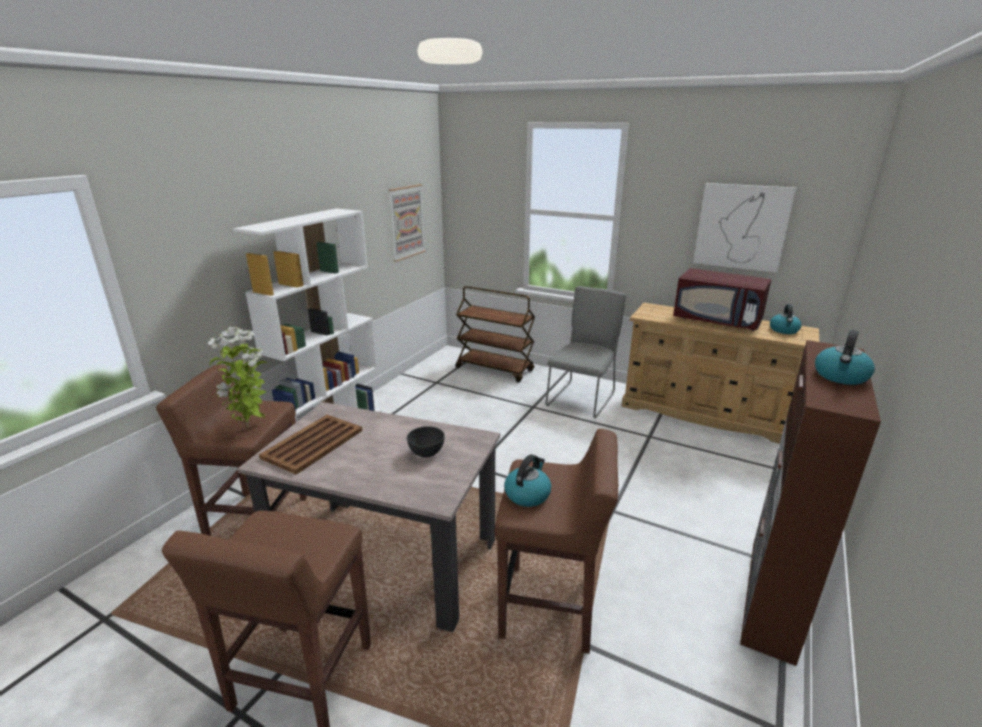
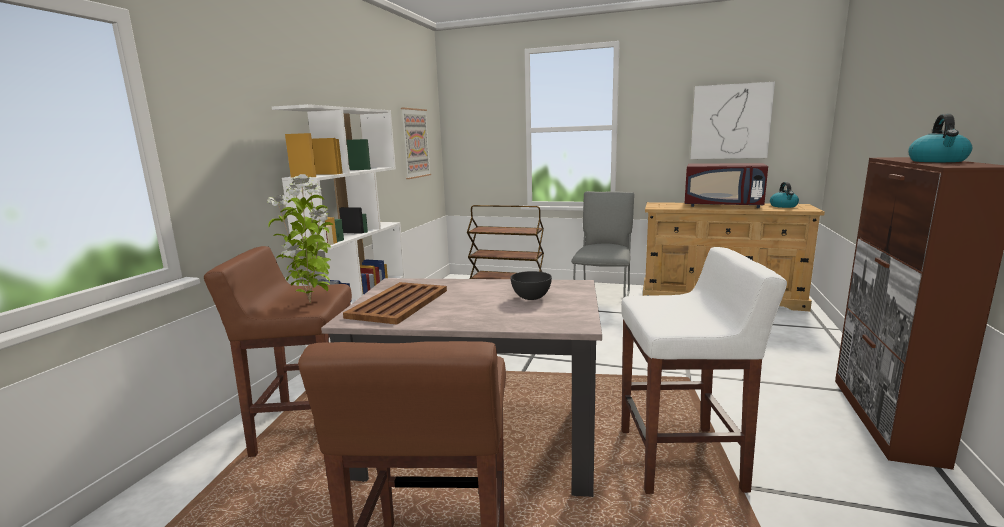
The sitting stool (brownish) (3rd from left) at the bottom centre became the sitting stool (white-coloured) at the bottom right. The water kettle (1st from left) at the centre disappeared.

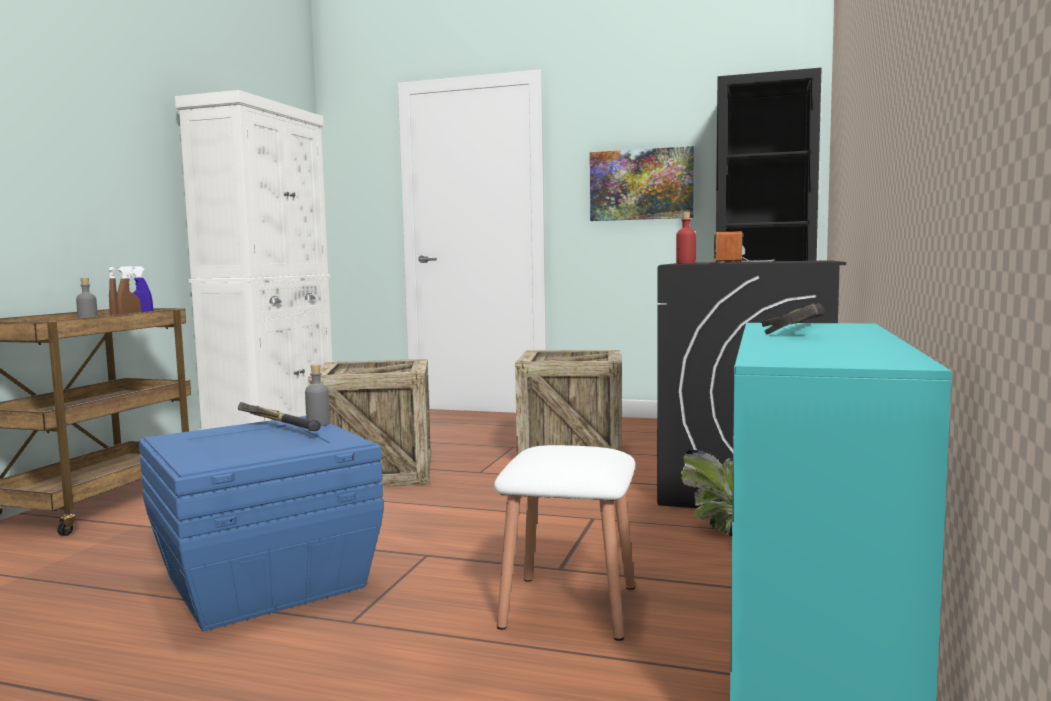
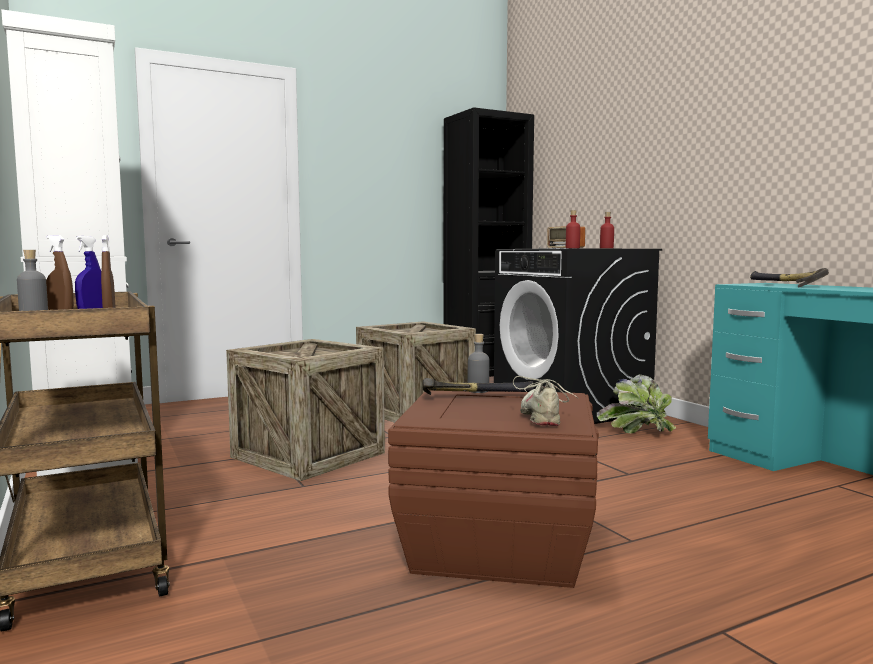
The storage bin (bluish) at the bottom left became the storage bin (brownish) at the bottom centre. The sitting stool (white-coloured) at the bottom centre disappeared. The wall art at the top centre disappeared. The item of footwear (sand-coloured) at the centre appeared. The bottle (red-coloured) (2nd from left) at the middle right appeared.

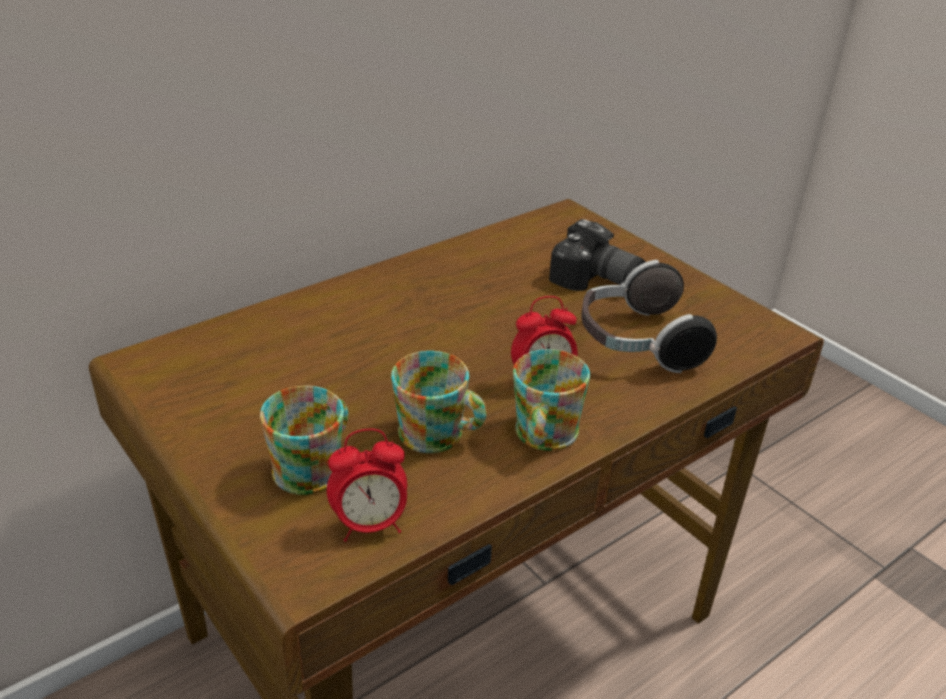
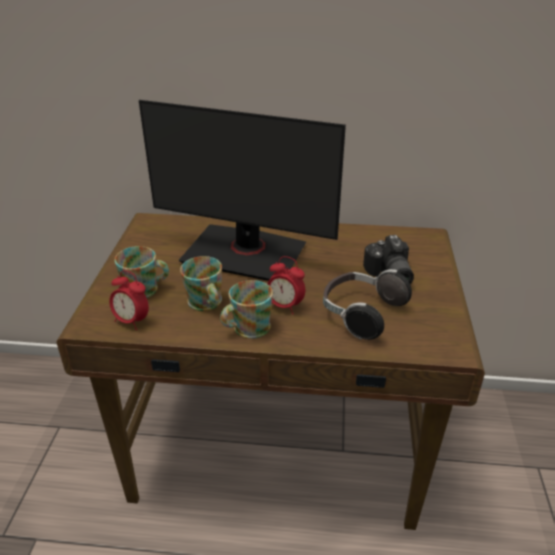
The computer display at the centre appeared.

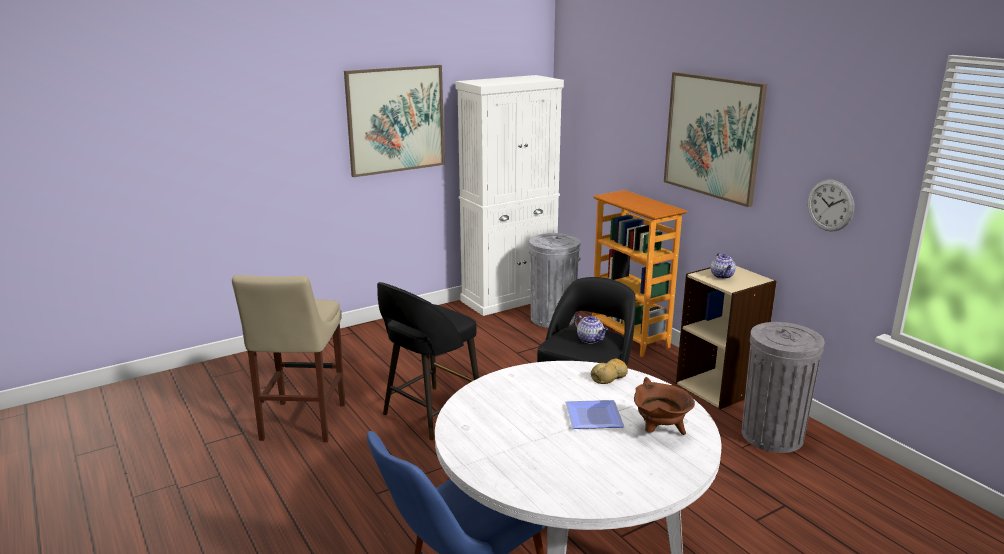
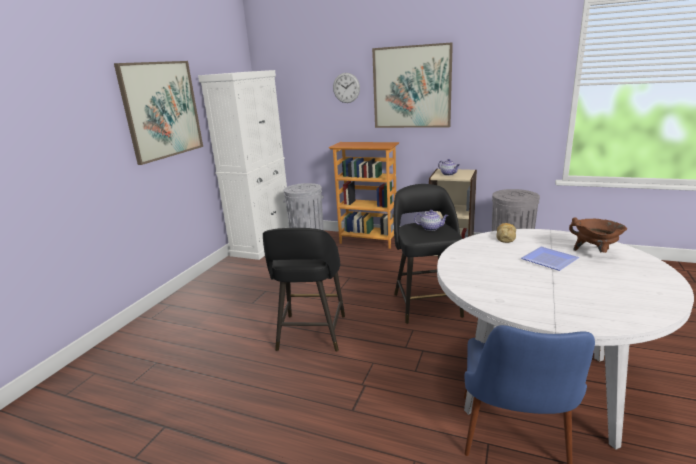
The sitting stool (sand-coloured) at the middle left disappeared. The wall clock moved from the middle right to the top centre.

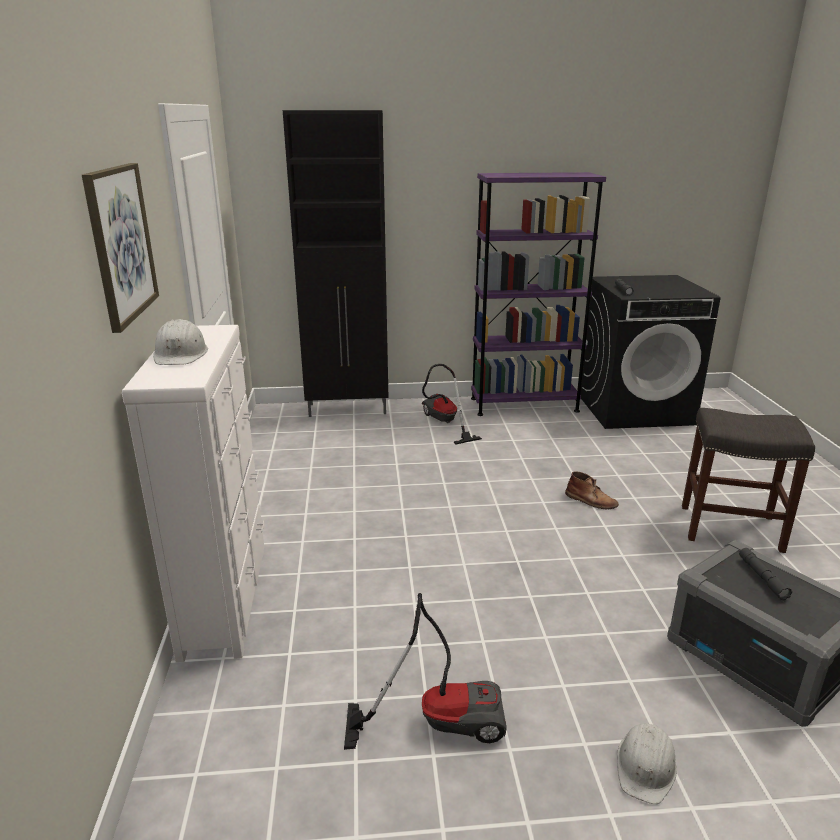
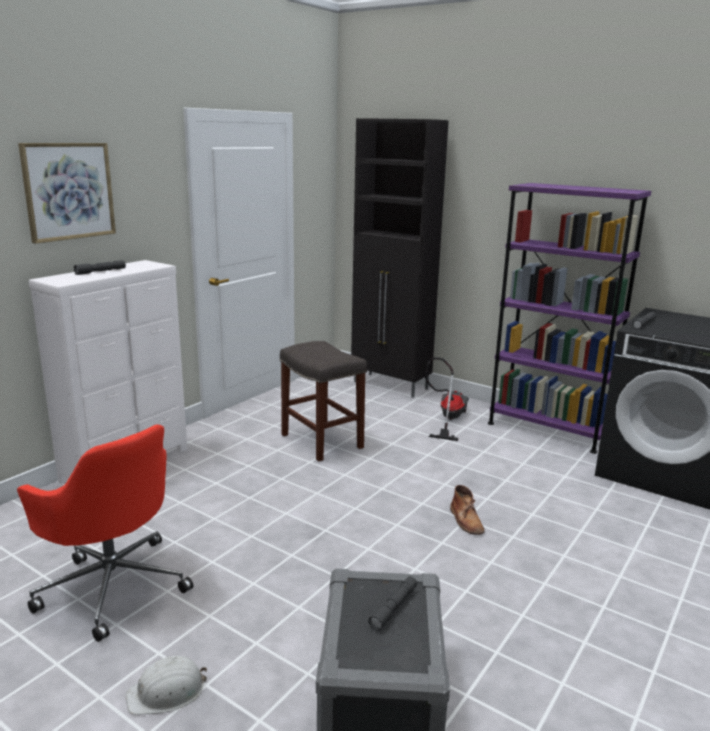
The hard hat (white-coloured) (1st from left) at the middle left was replaced by the hand torch (greyish) (1st from left) at the middle left. The vacuum (1st from left) at the bottom centre was replaced by the office chair (red-coloured) at the bottom left. The sitting stool (greyish) moved from the middle right to the centre.

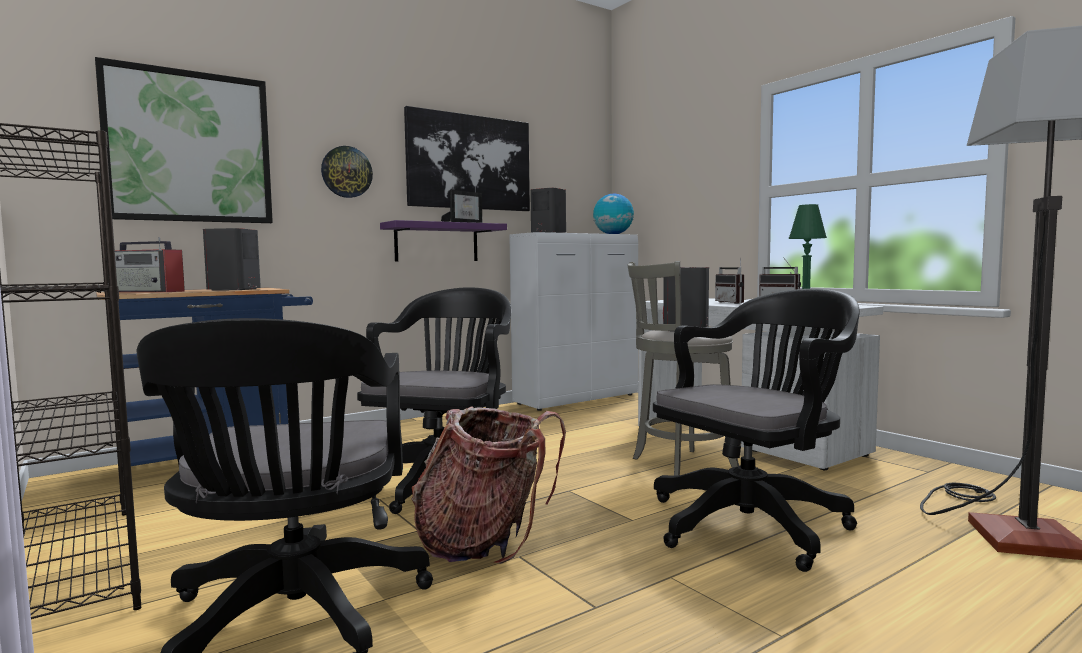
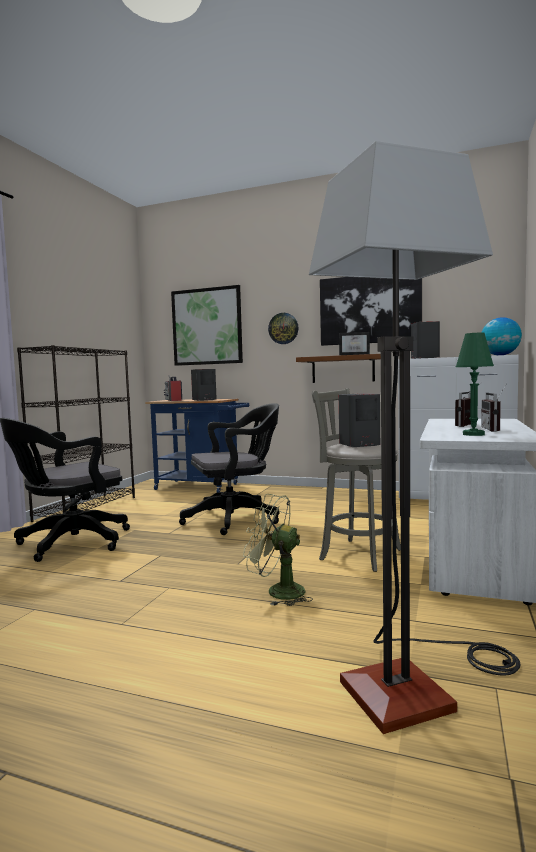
The wall shelf (purple-coloured) at the centre became the wall shelf (brownish) at the centre. The knapsack at the bottom centre disappeared. The office chair (black-coloured) (3rd from left) at the middle right was replaced by the cooling fan (green) at the centre.

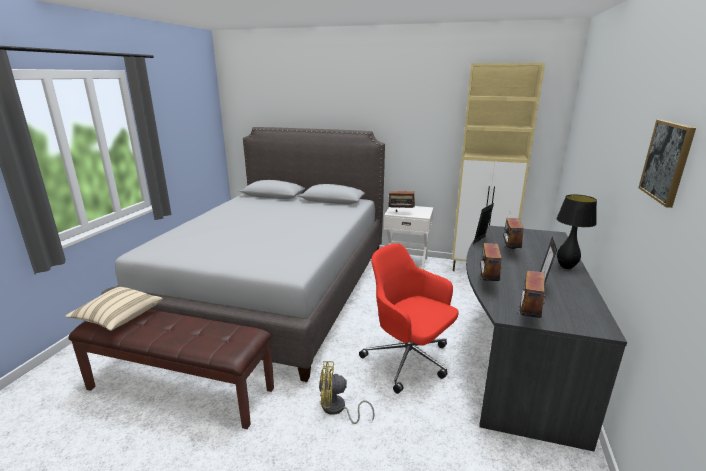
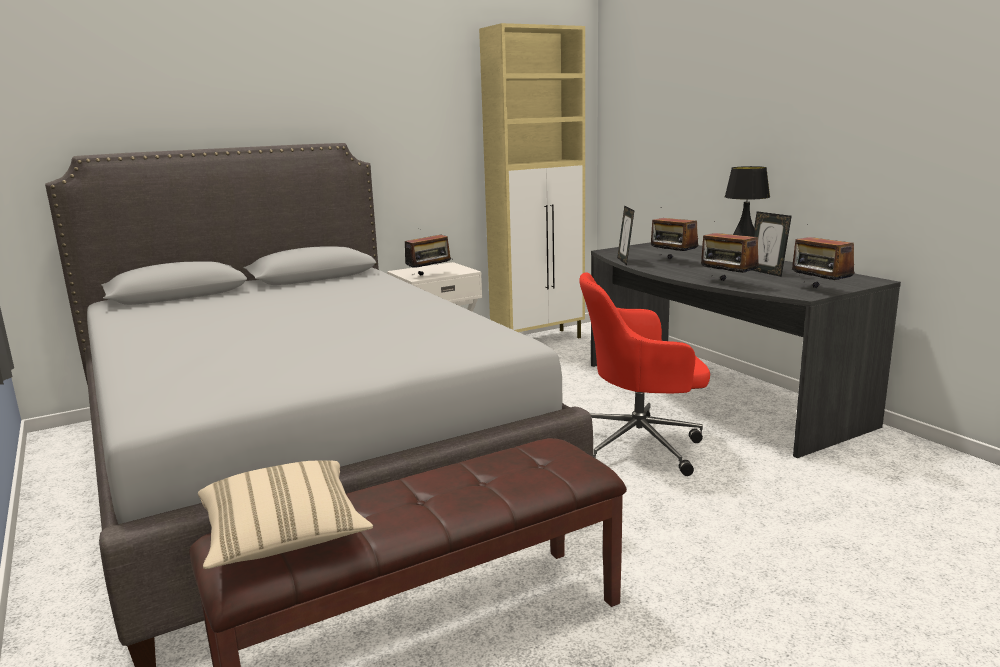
The cooling fan (yellow) at the bottom centre disappeared. The wall art at the middle right disappeared.

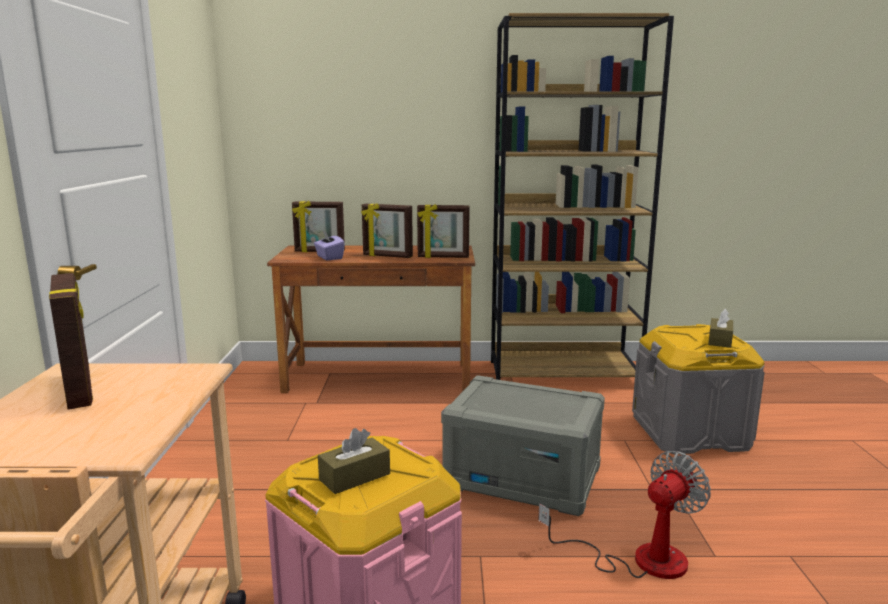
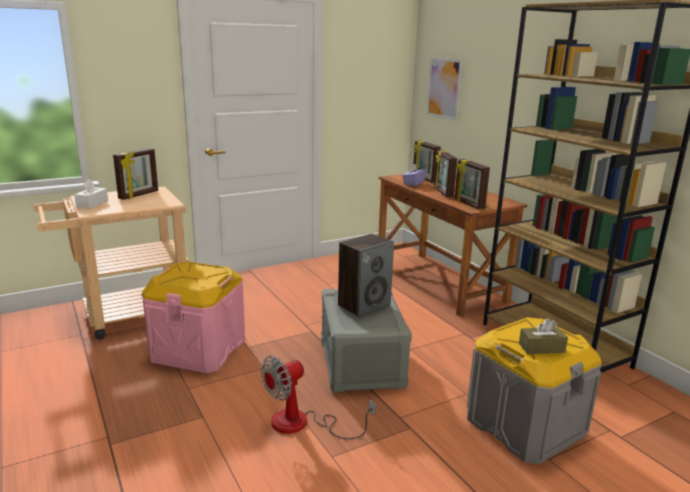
The tissue box (brownish) (1st from left) at the bottom centre disappeared. The cooling fan at the bottom right turned 120 degrees clockwise. The tissue box (white-coloured) at the middle left appeared. The audio speaker at the centre appeared. The wall art at the top centre appeared.

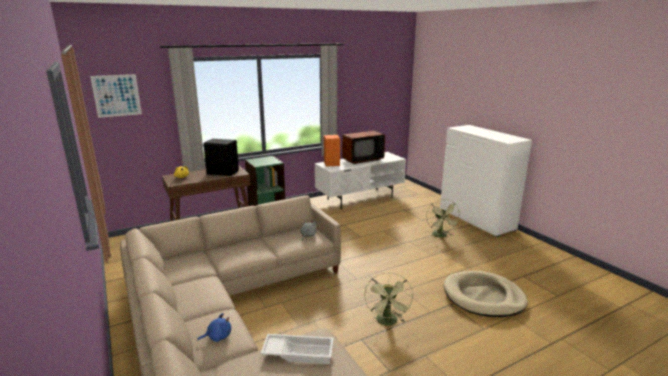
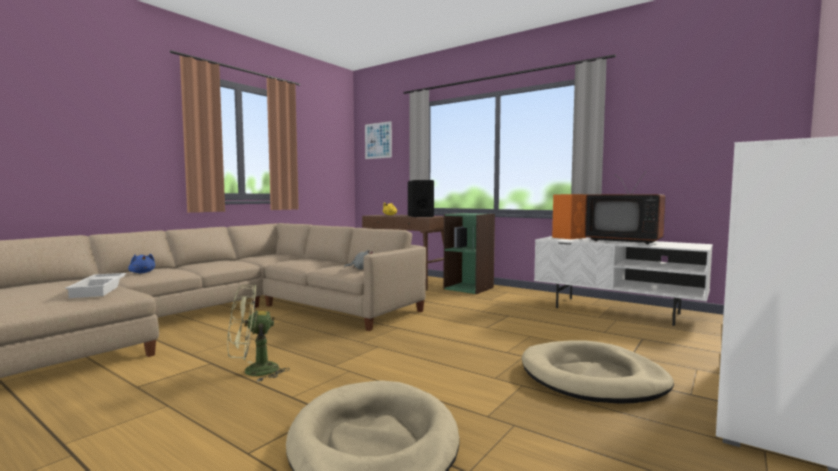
The cooling fan (green) (2nd from left) at the centre was replaced by the dog cushion (sand-coloured) (2nd from left) at the bottom right.

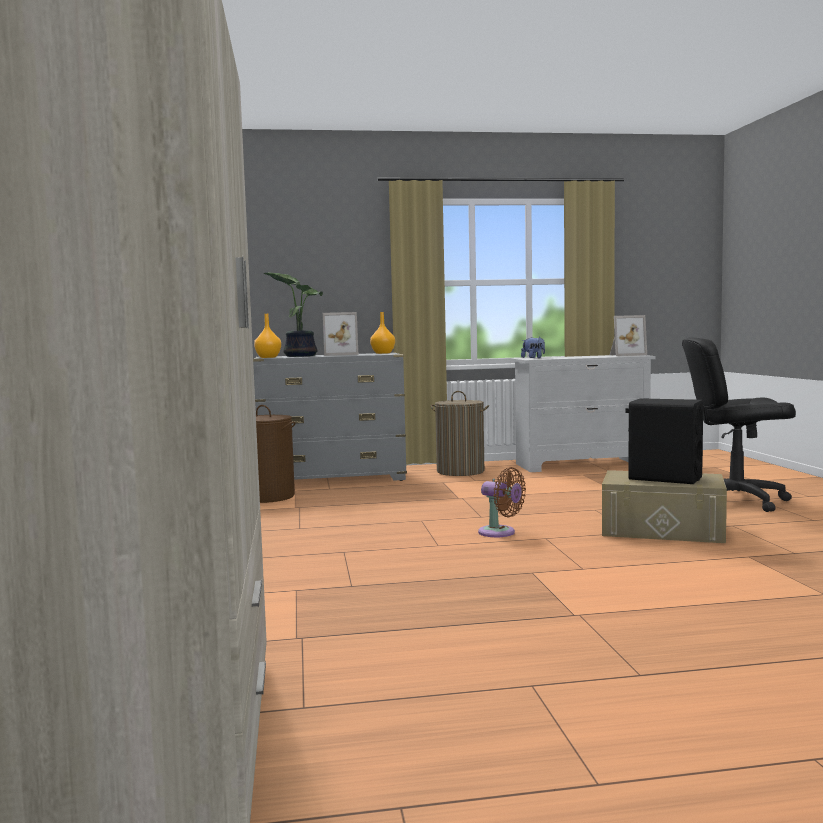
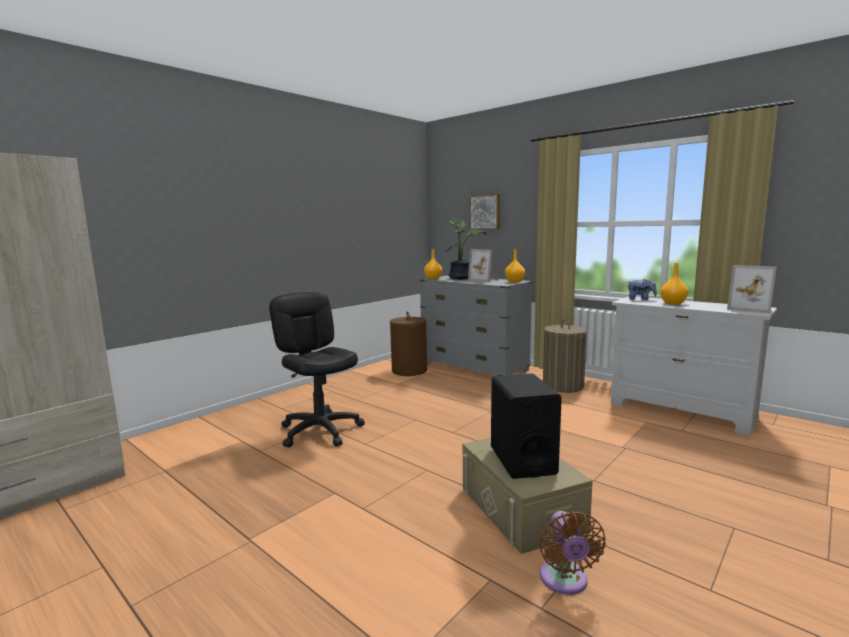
The cooling fan (brownish) moved from the centre to the bottom right. The office chair (black-coloured) moved from the middle right to the centre. The wall art at the top centre appeared. The vase (orangey) (3rd from left) at the middle right appeared.

